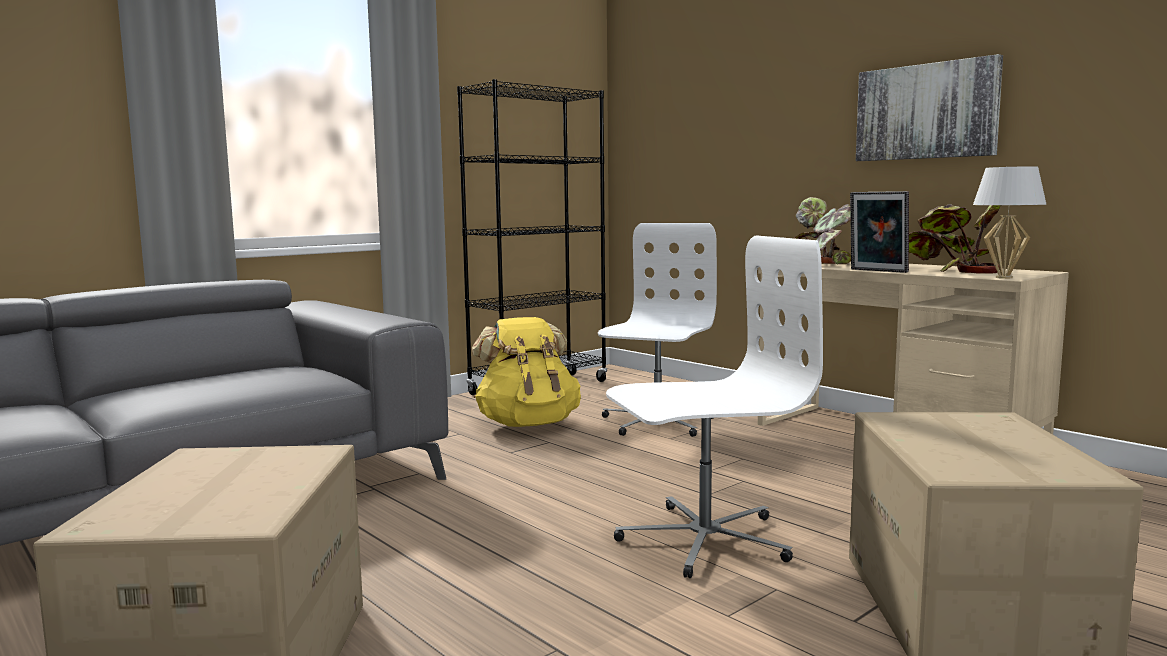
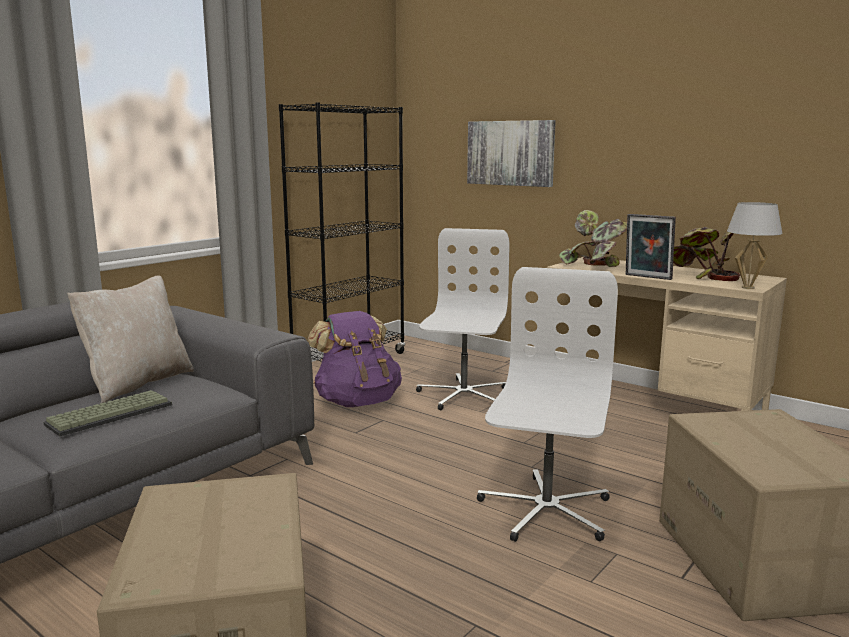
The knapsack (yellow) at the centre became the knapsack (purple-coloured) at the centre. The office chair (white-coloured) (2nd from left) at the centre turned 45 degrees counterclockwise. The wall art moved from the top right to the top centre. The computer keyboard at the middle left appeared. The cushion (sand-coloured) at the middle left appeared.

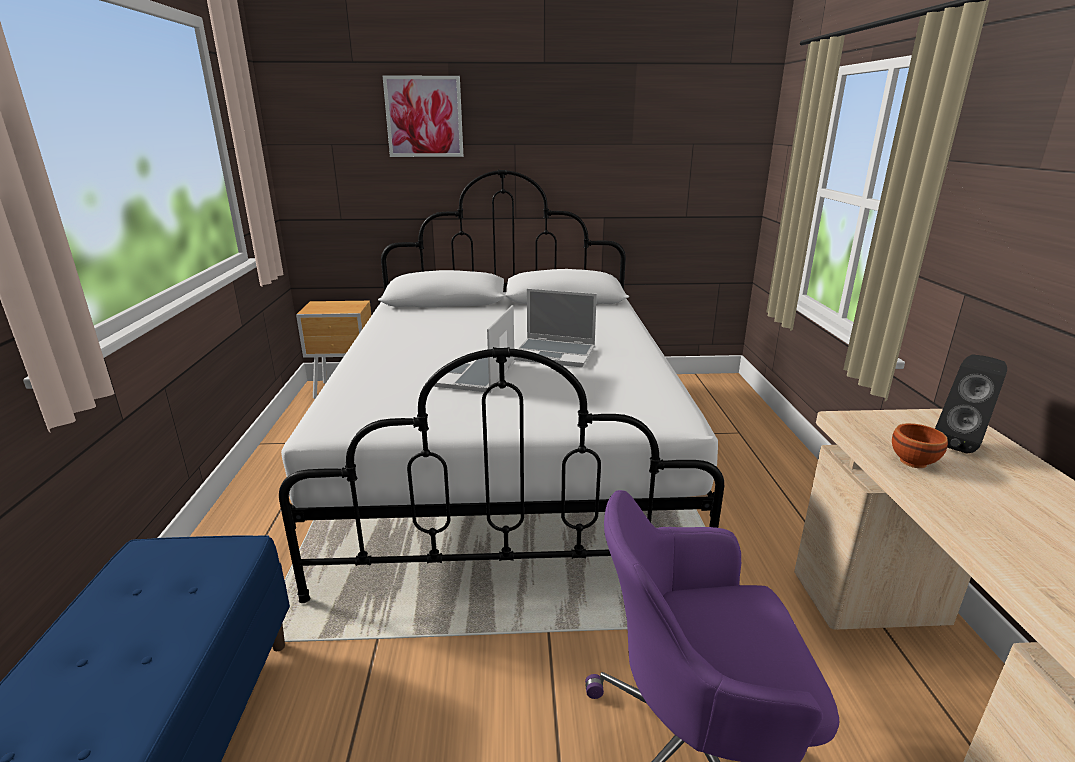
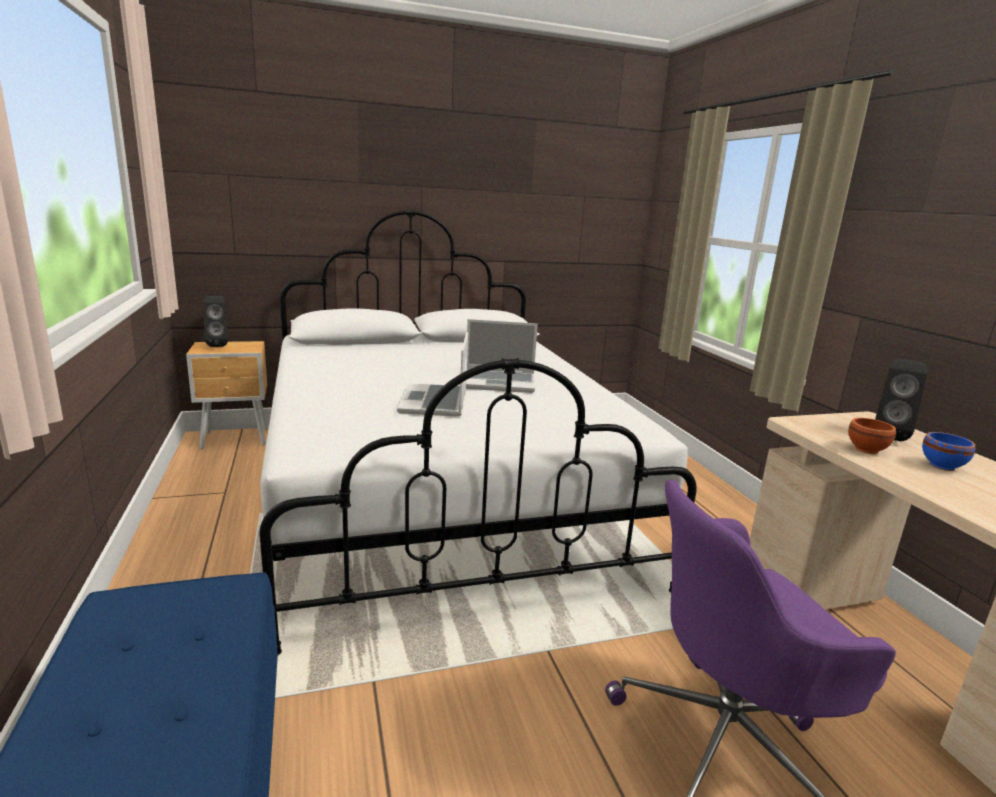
The wall art at the top centre disappeared. The audio speaker (black-coloured) (1st from left) at the middle left appeared. The bowl (bluish) at the middle right appeared.

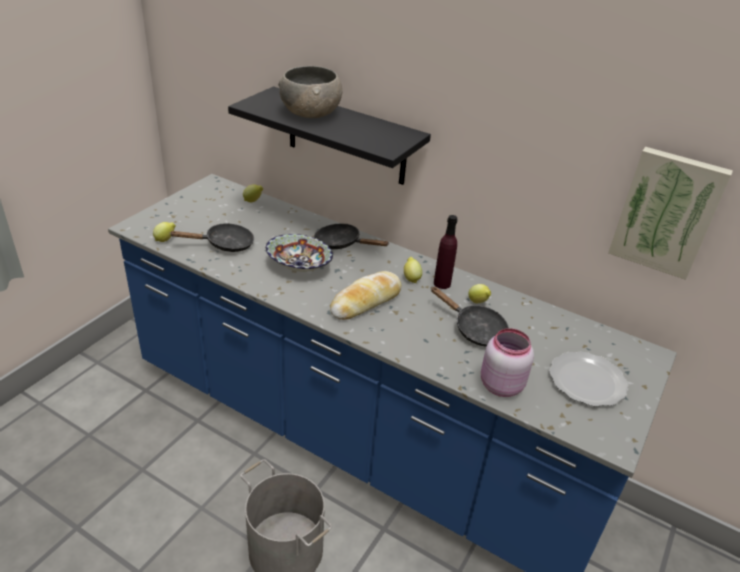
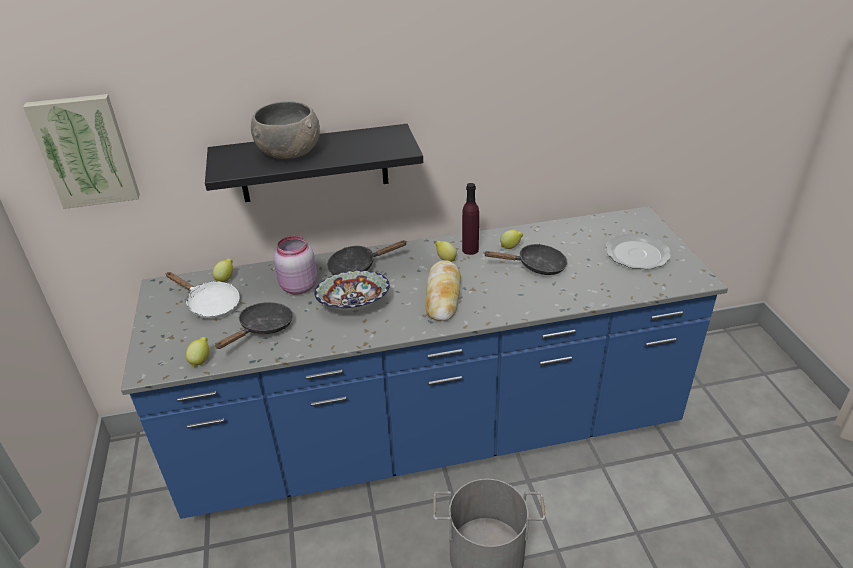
The preserve jar (pink) moved from the middle right to the centre. The wall art moved from the middle right to the top left. The frying pan (white-coloured) at the middle left appeared.

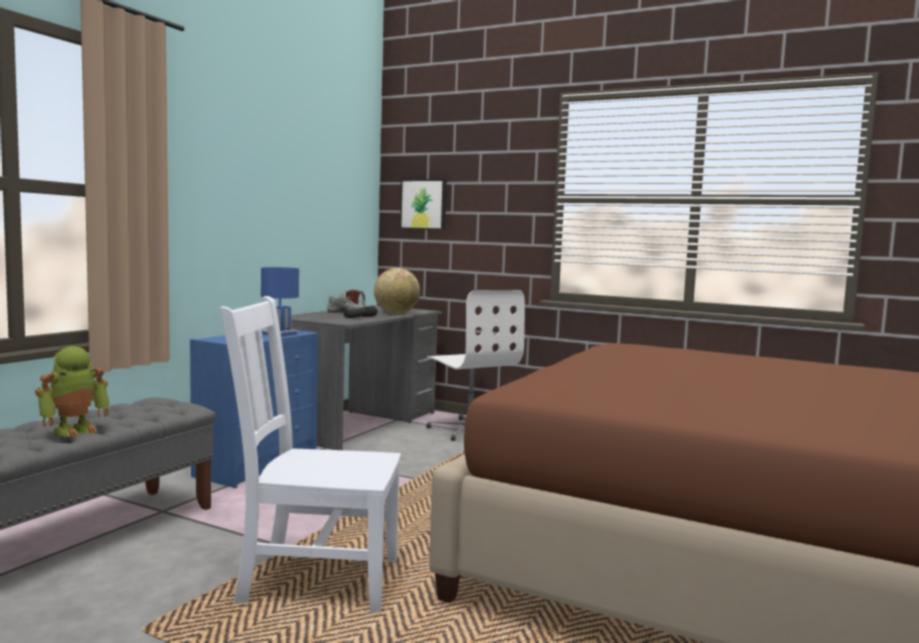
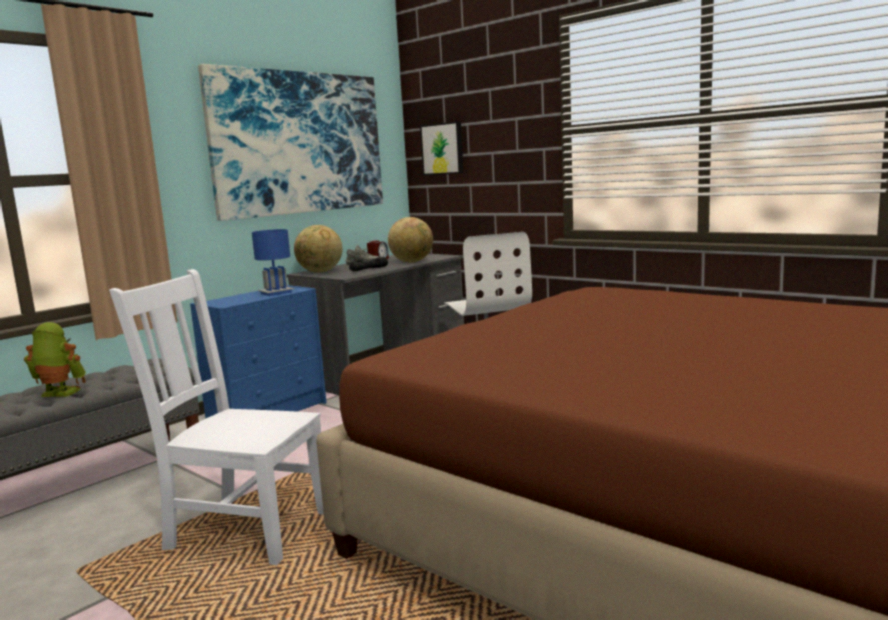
The model robot at the middle left turned 135 degrees counterclockwise. The wall art (1st from left) at the top left appeared. The desk globe (1st from left) at the centre appeared.

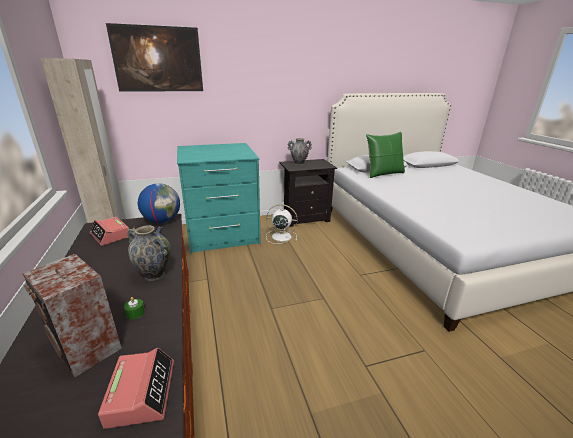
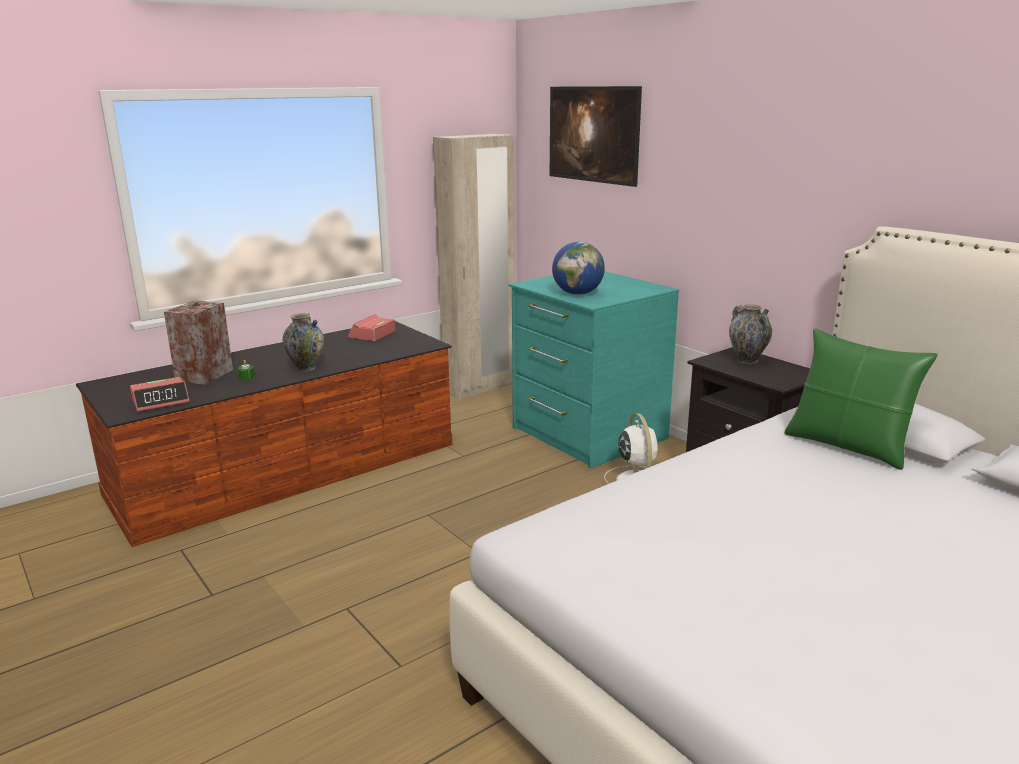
The desk globe moved from the middle left to the centre.

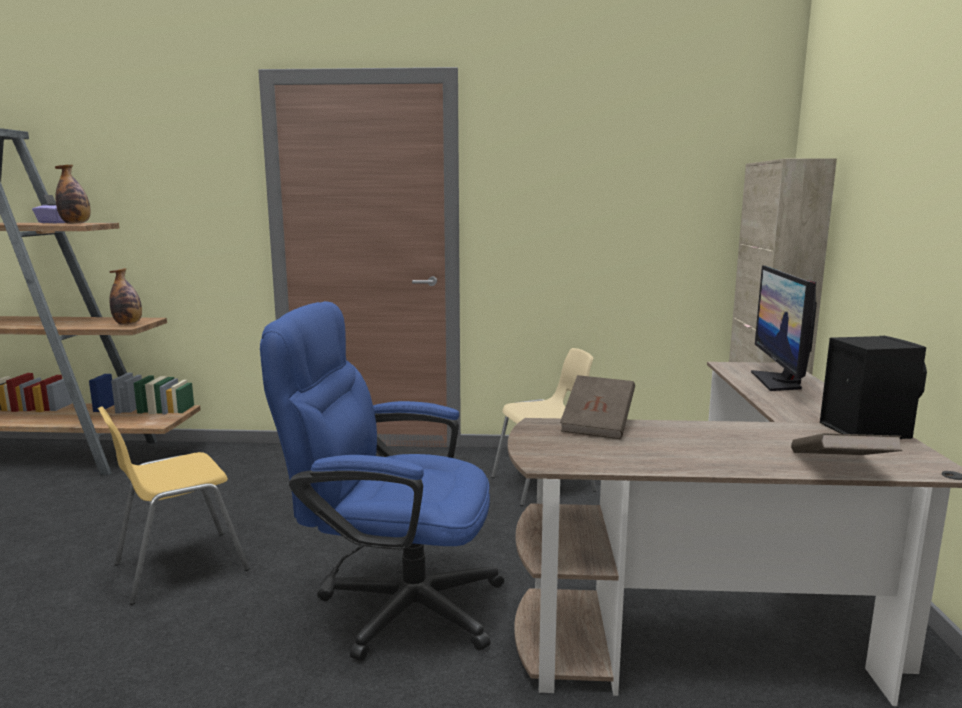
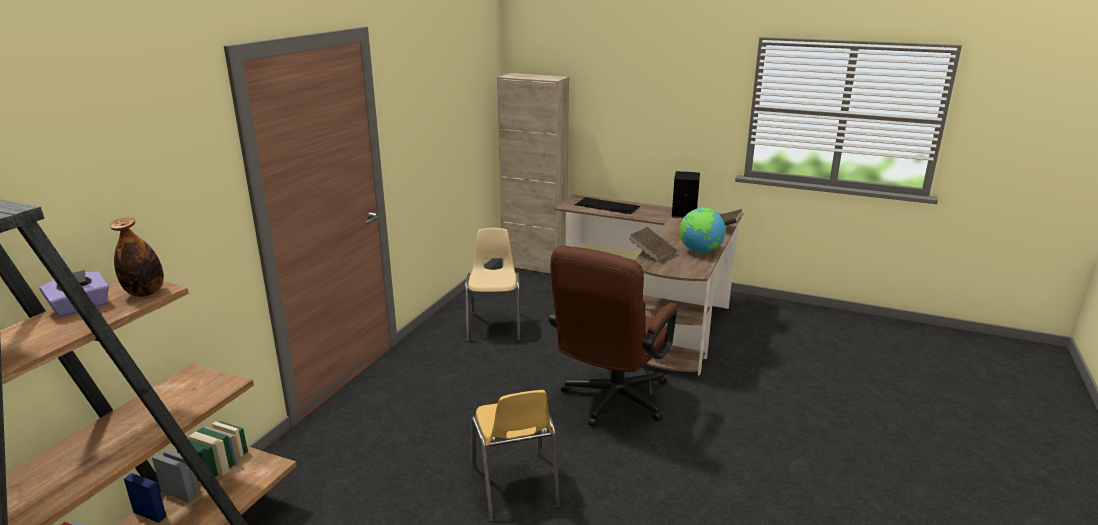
The bottle (2nd from left) at the middle left disappeared. The office chair (bluish) at the bottom centre became the office chair (brownish) at the centre. The computer display at the middle right was replaced by the computer keyboard at the centre. The desk globe at the centre appeared.

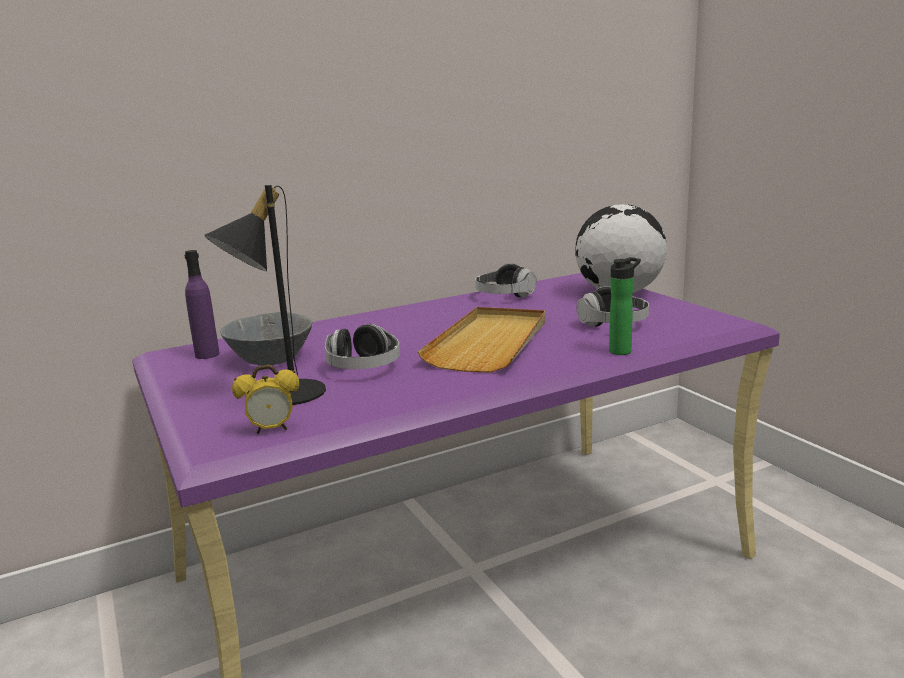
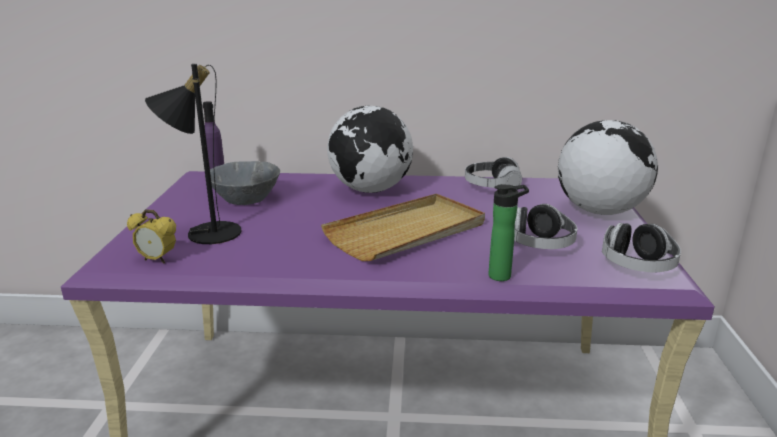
The pair of headphones (1st from left in the first image) moved from the centre to the middle right. The desk globe (1st from left) at the centre appeared.

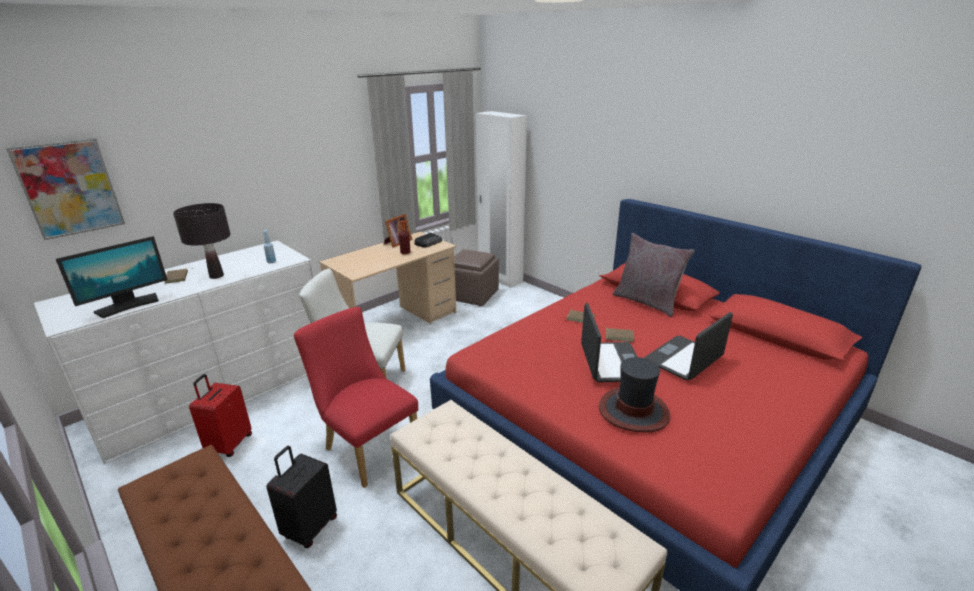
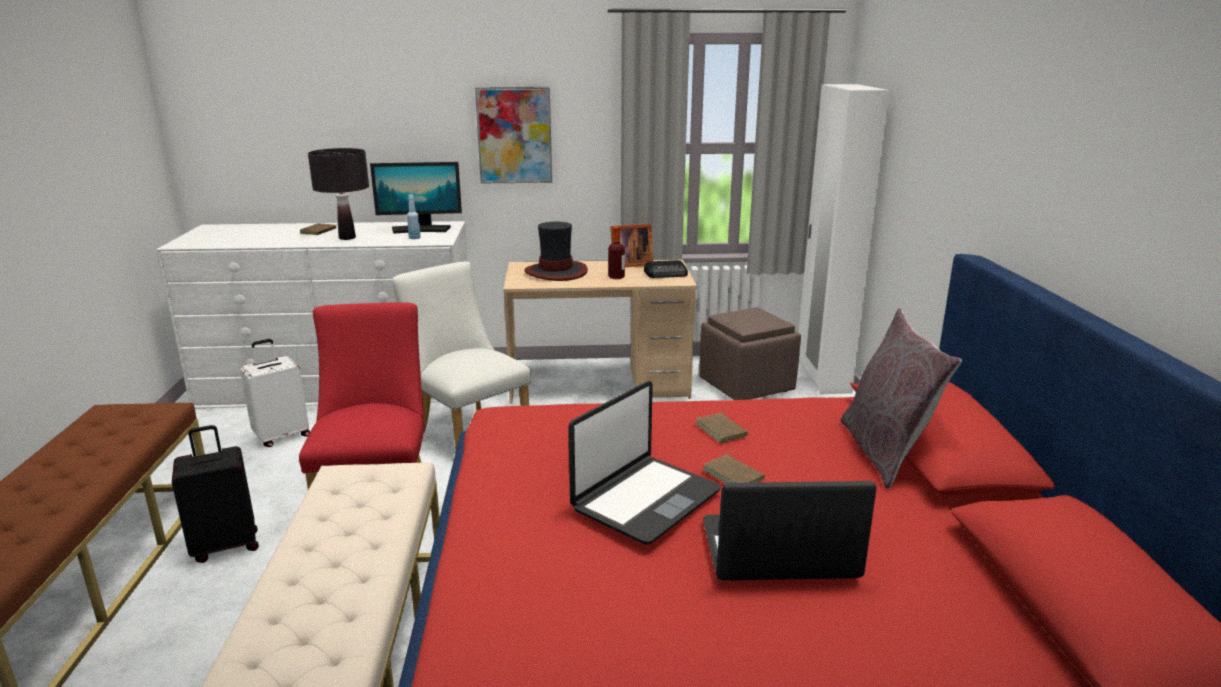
The wall art moved from the top left to the top centre. The computer display moved from the middle left to the top centre. The suitcase (red-coloured) at the bottom left became the suitcase (white-coloured) at the middle left. The wearable hat moved from the bottom centre to the centre.

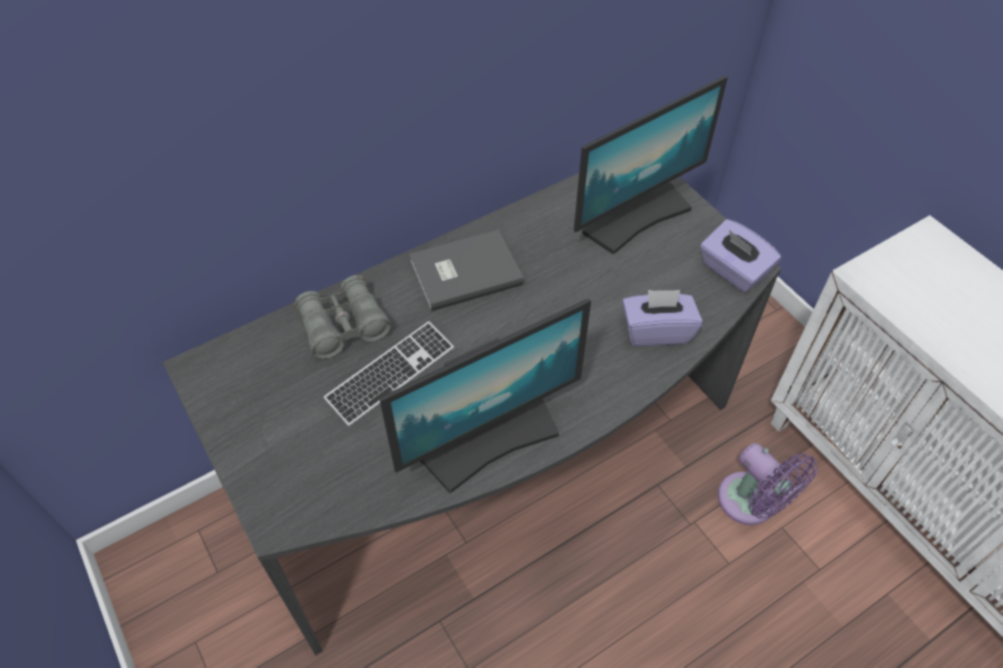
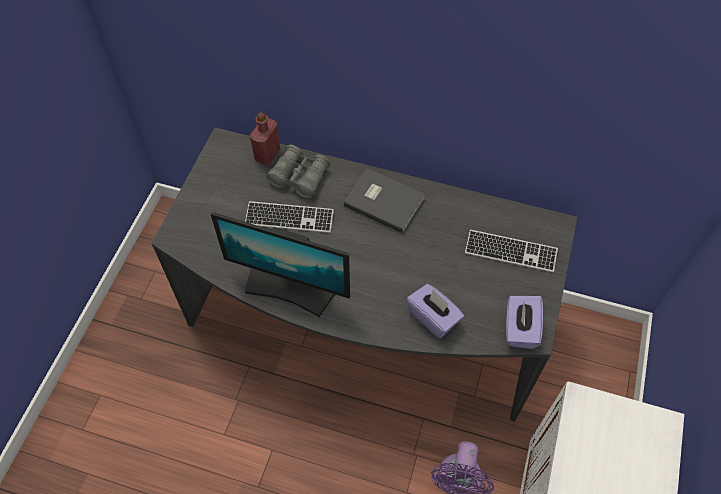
The computer display (2nd from left) at the top centre was replaced by the computer keyboard (2nd from left) at the middle right. The bottle (red-coloured) at the top centre appeared.

